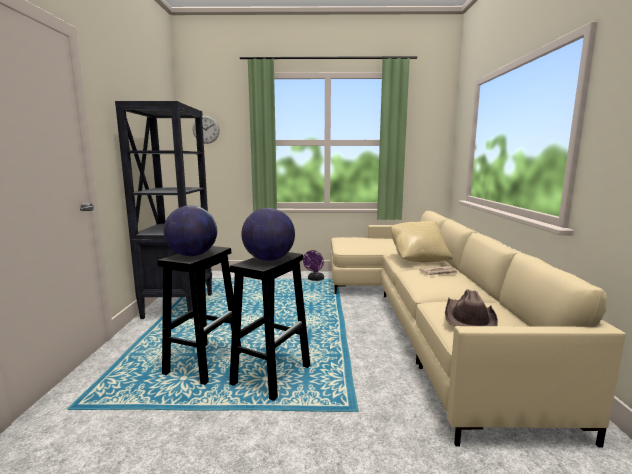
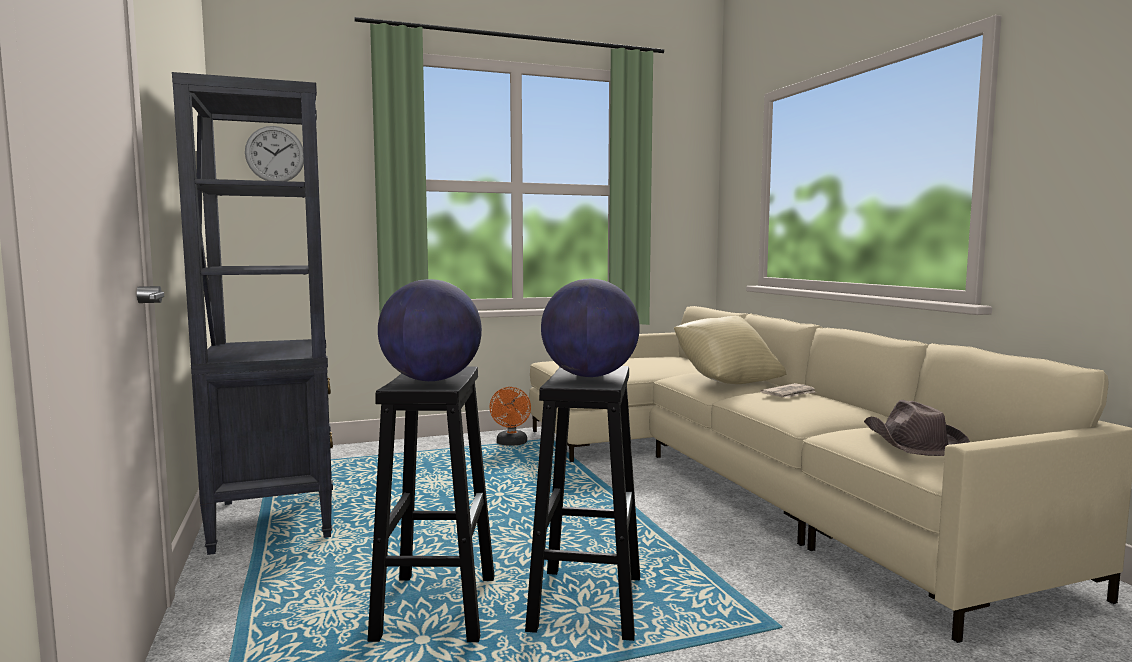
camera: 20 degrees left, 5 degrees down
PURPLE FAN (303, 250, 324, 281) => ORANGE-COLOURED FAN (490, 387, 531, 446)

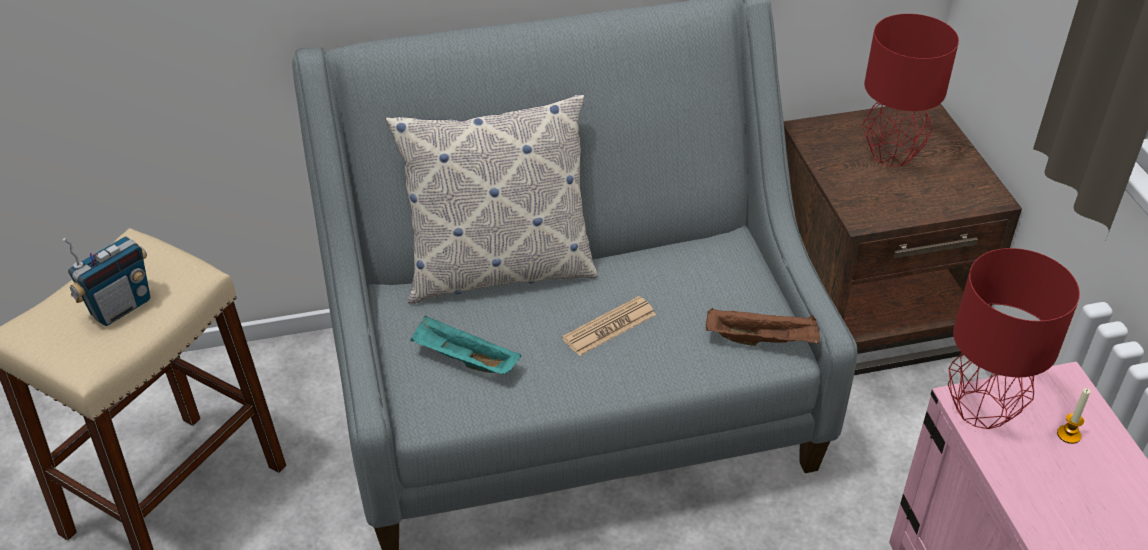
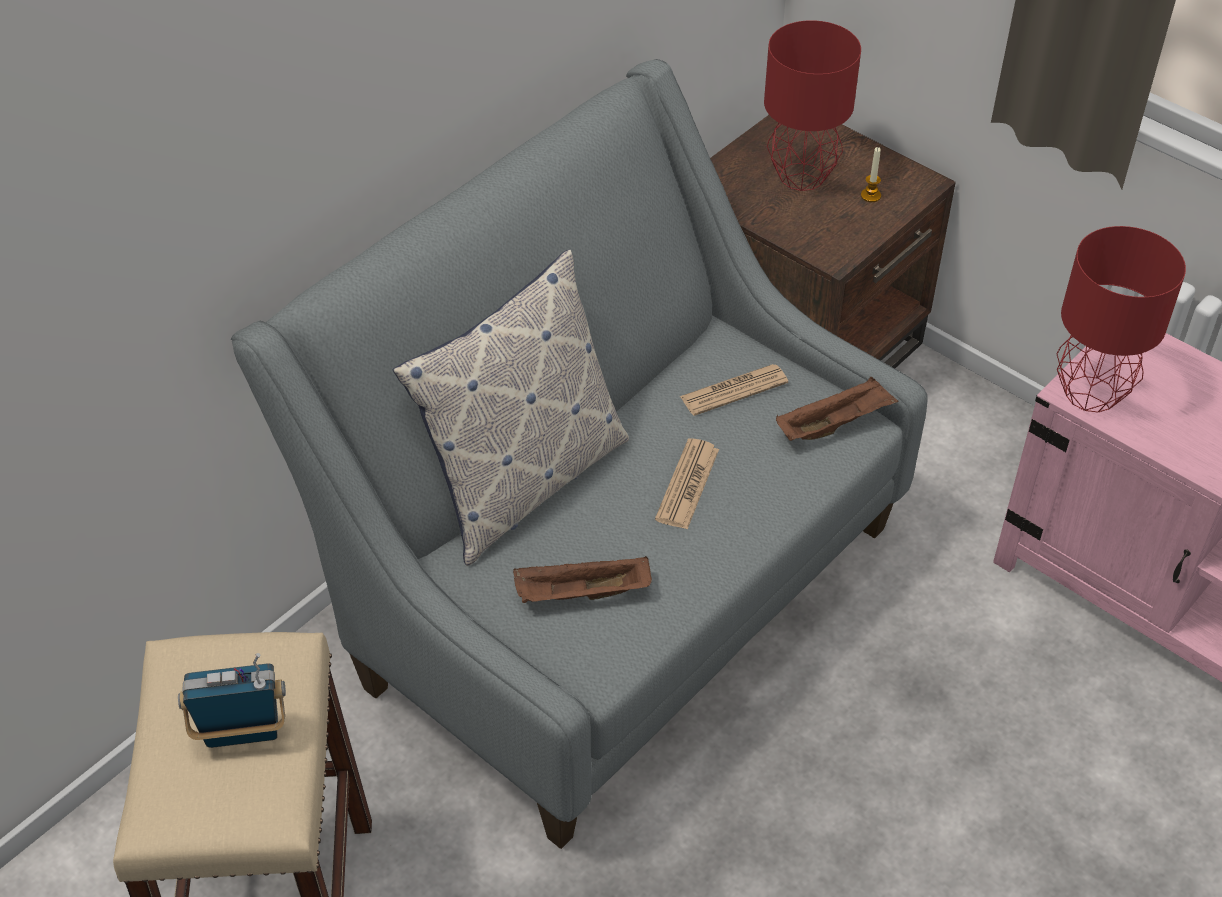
camera: 35 degrees left, 5 degrees up
RADIO SET (63, 236, 150, 326) => RADIO SET (178, 653, 286, 748), 105 degrees counterclockwise
TURQUOISE-COLOURED SERVING TRAY (410, 315, 521, 374) => BROWN-COLOURED SERVING TRAY (513, 556, 652, 603)
WAX LIGHT (1057, 388, 1090, 444) => WAX LIGHT (861, 147, 881, 202), shifted
nothing => NEWSPAPER (680, 364, 788, 416)

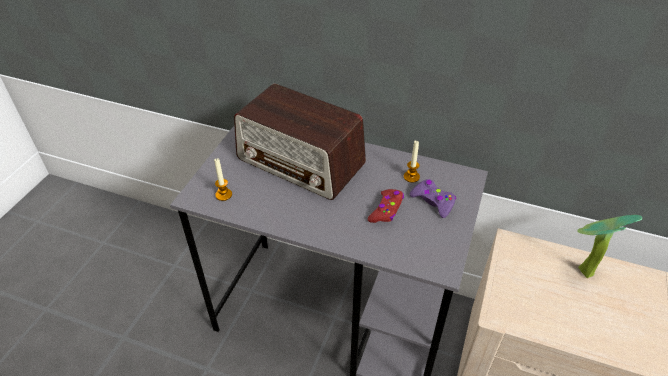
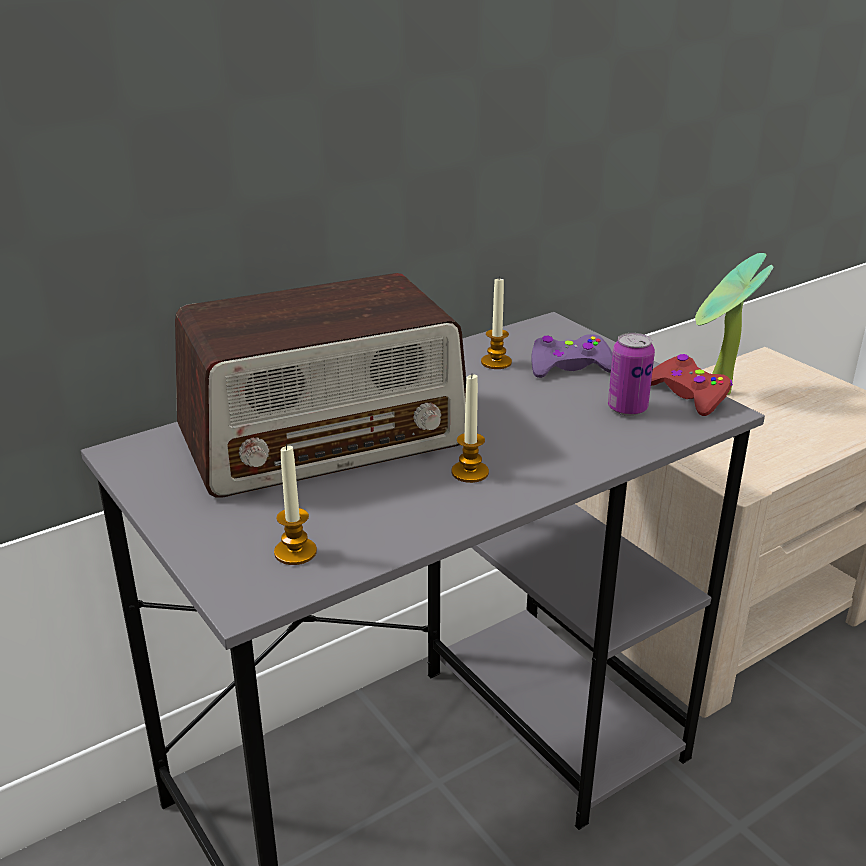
camera: 55 degrees left, 15 degrees down
RED GAME CONTROLLER (368, 189, 404, 223) => RED GAME CONTROLLER (651, 354, 733, 416), shifted
nothing => SEALED CAN (608, 333, 655, 416)
nothing => WAX LIGHT (451, 375, 489, 483)

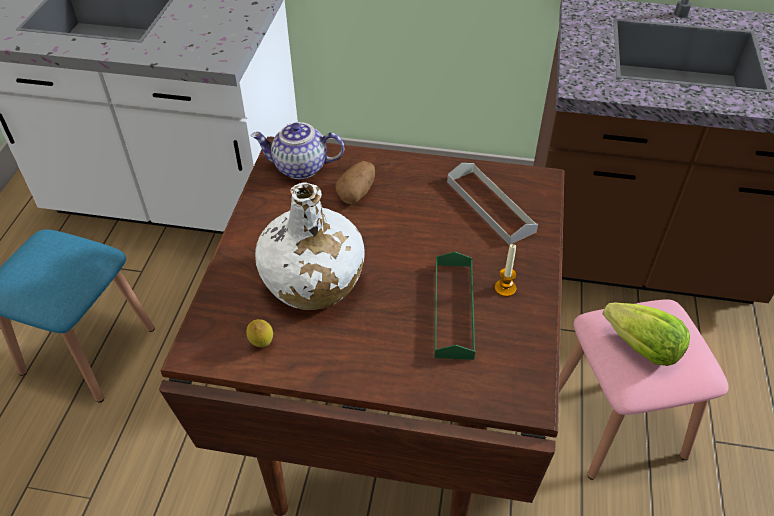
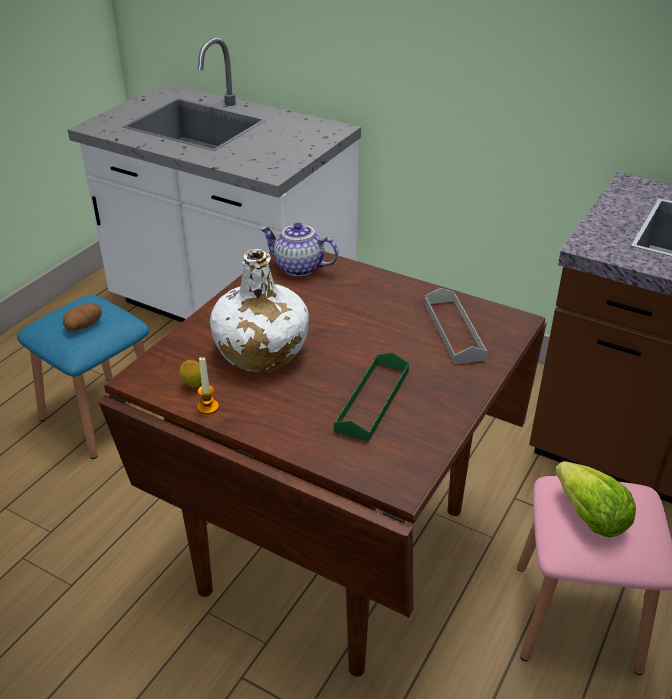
camera: 20 degrees right, 10 degrees down
POTATO (335, 161, 375, 204) => POTATO (63, 303, 102, 331), shifted
WAX LIGHT (495, 244, 516, 297) => WAX LIGHT (197, 357, 219, 414), shifted

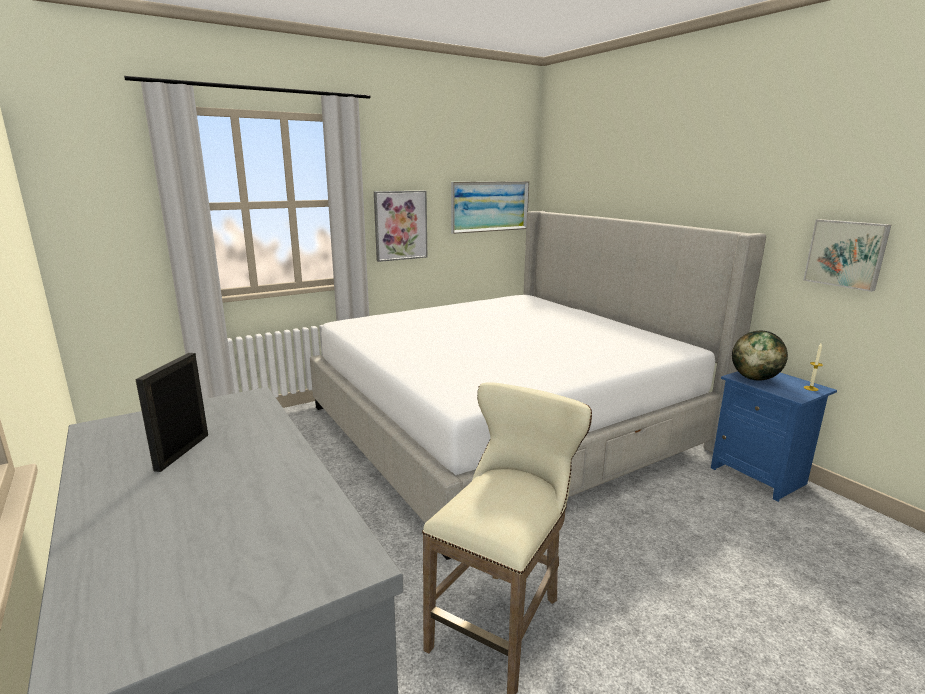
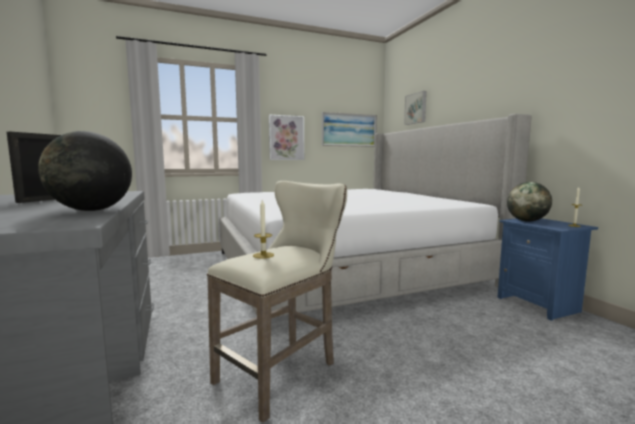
camera: 10 degrees right, 10 degrees down
WALL PICTURE (803, 219, 891, 292) => WALL PICTURE (404, 91, 427, 125), shifted
nothing => GLOBE (38, 131, 132, 211)
nothing => WAX LIGHT (253, 200, 274, 259)

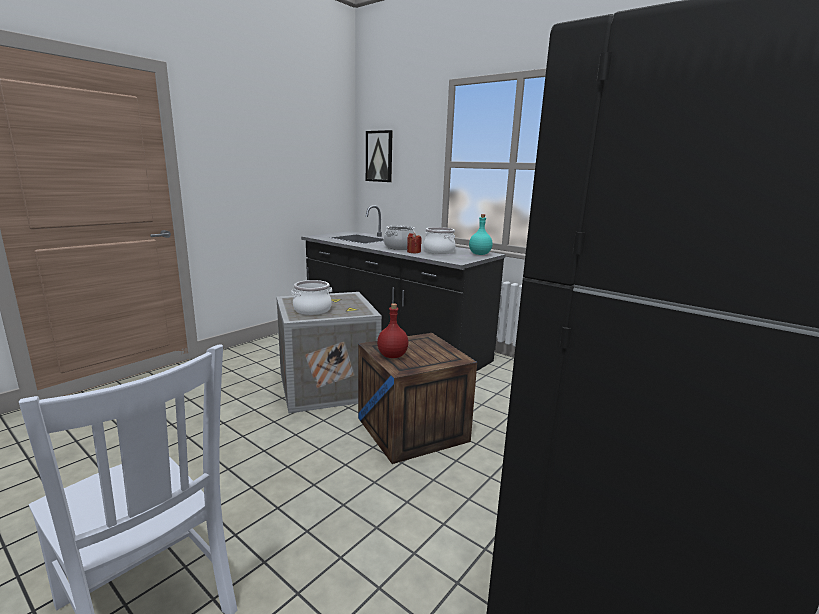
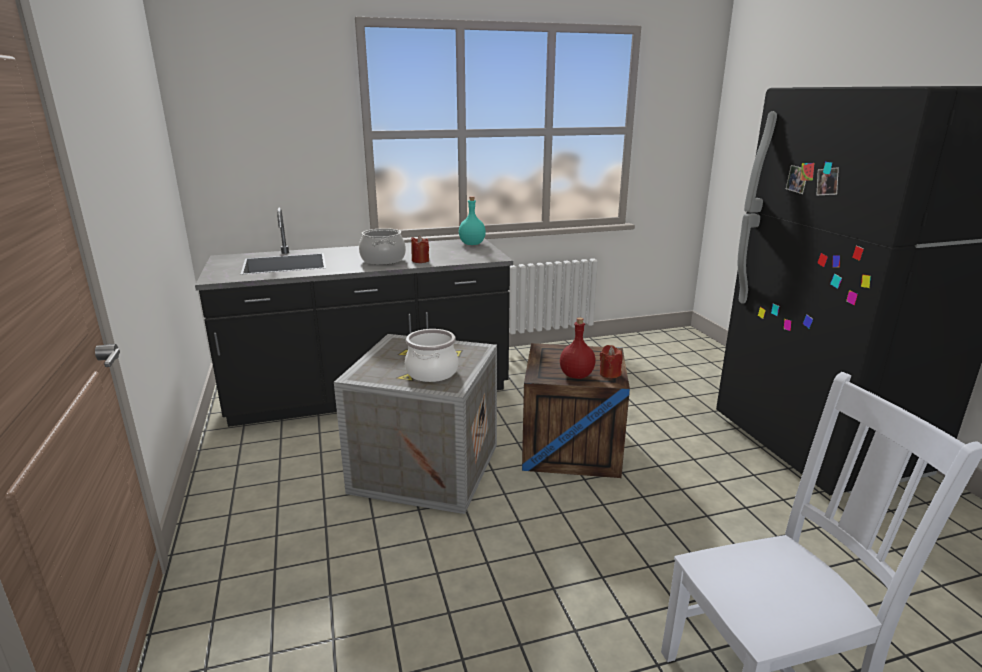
camera: 55 degrees left, 5 degrees up
WALL PICTURE (366, 130, 393, 182) => nothing
SAUCEPOT (424, 227, 455, 254) => nothing
nothing => RED WAX LIGHT (600, 345, 622, 378)

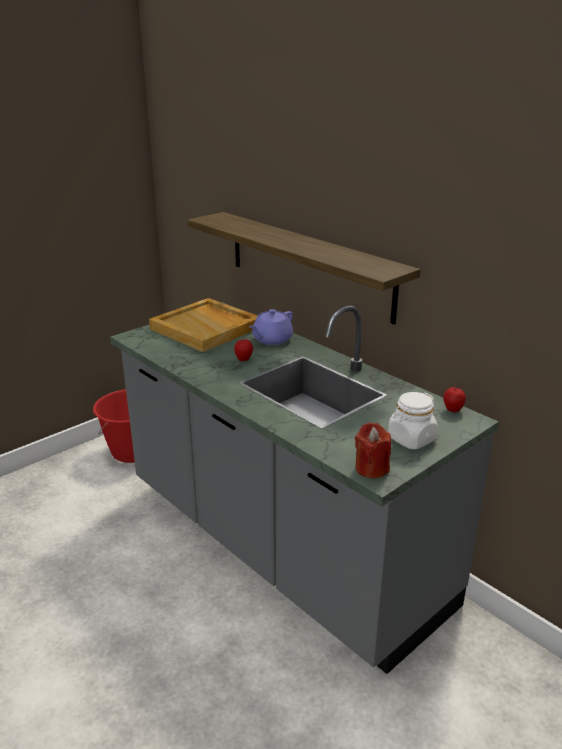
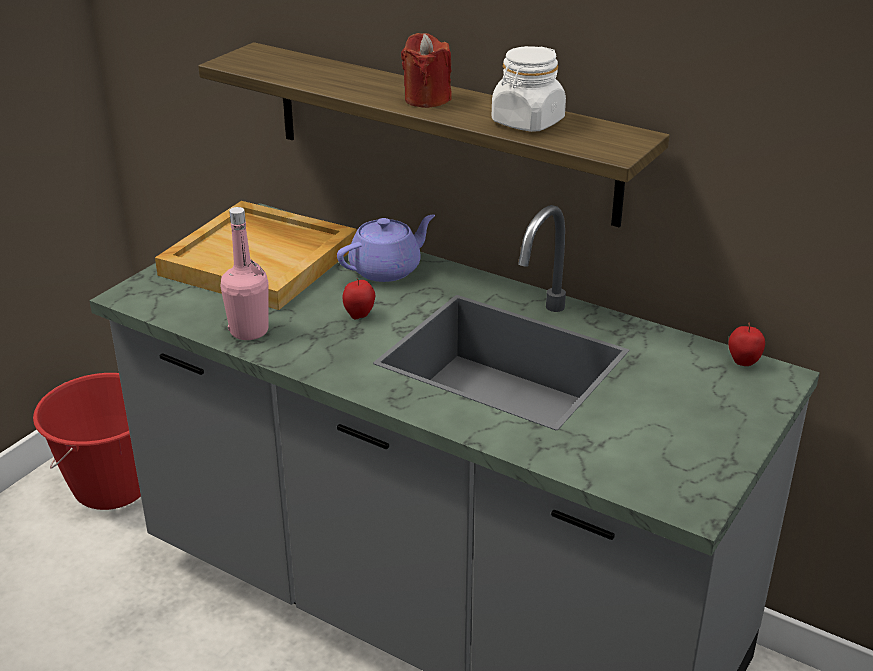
camera: 15 degrees left, 5 degrees up
PURPLE TEAPOT (249, 309, 293, 345) => PURPLE TEAPOT (337, 215, 435, 282), 150 degrees counterclockwise
WHITISH JAR (388, 392, 438, 450) => WHITISH JAR (492, 46, 566, 132), shifted
RED WAX LIGHT (355, 423, 391, 478) => RED WAX LIGHT (401, 33, 452, 108), shifted
nothing => PINK-COLOURED BEVERAGE BOTTLE (220, 207, 269, 340)

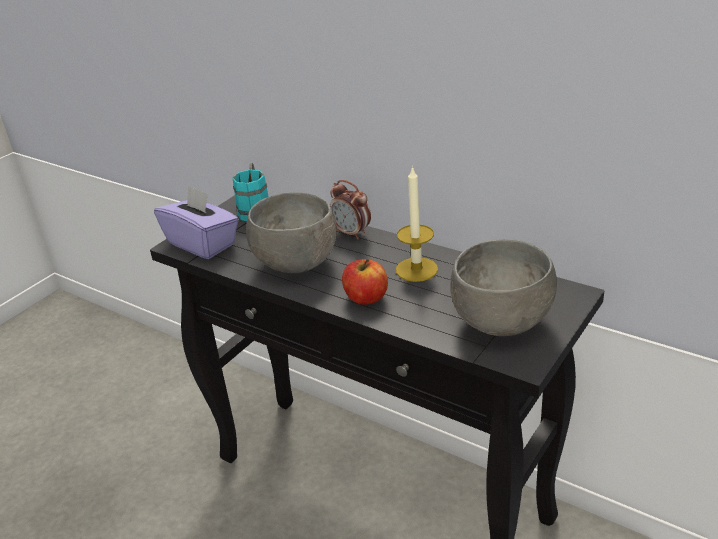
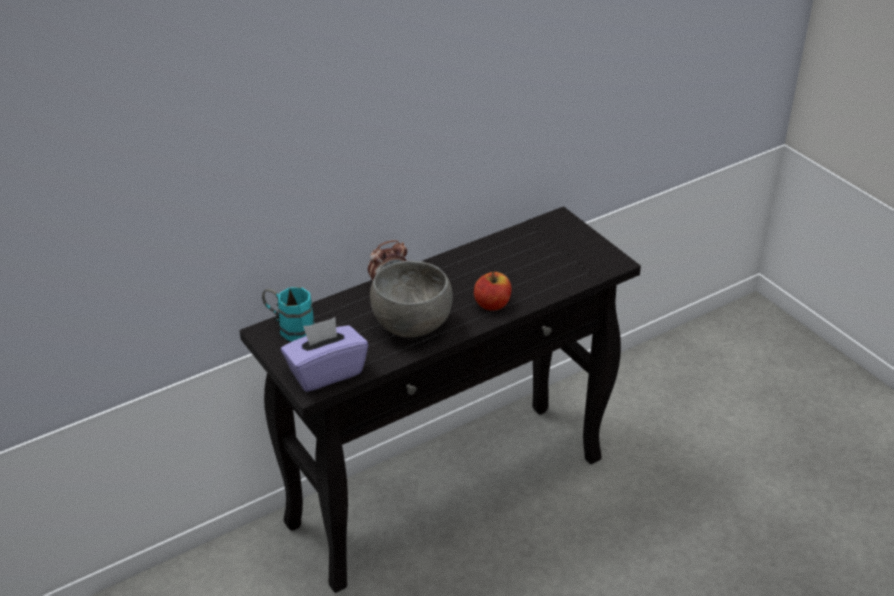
camera: 70 degrees left, 5 degrees up
WAX LIGHT (396, 166, 438, 282) => nothing
GRAY DEEP DISH (450, 239, 557, 336) => nothing

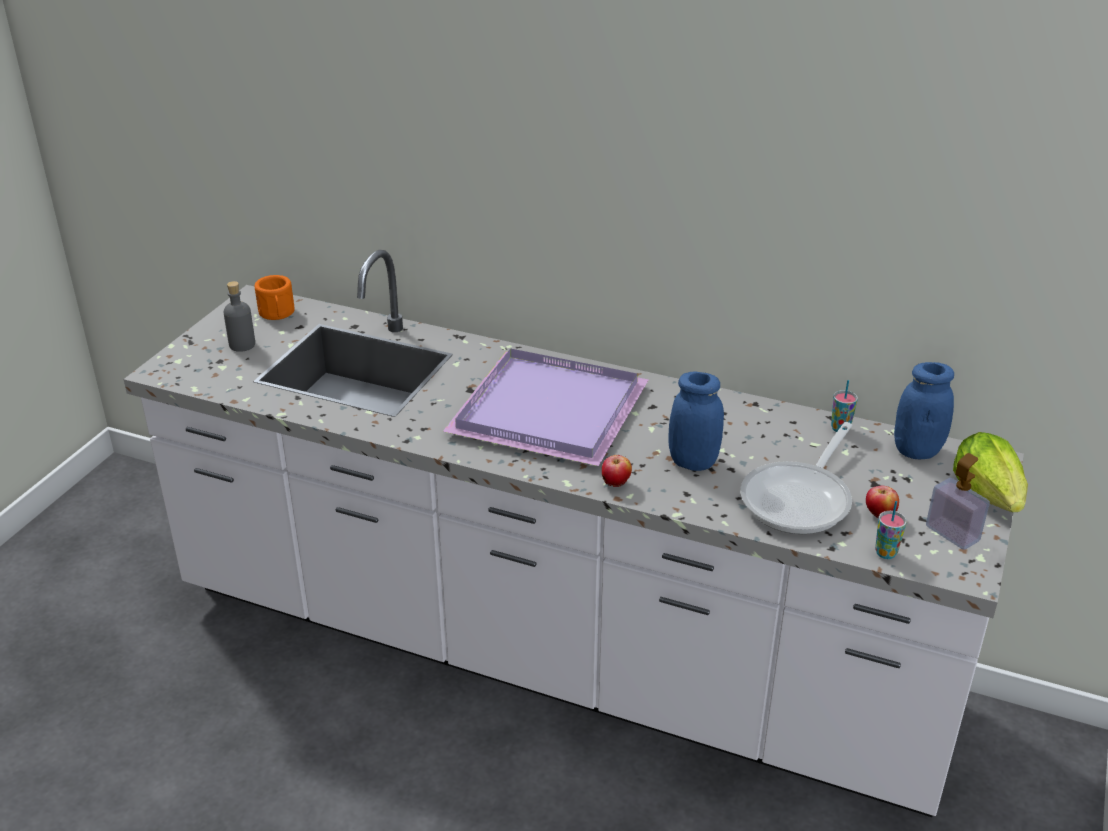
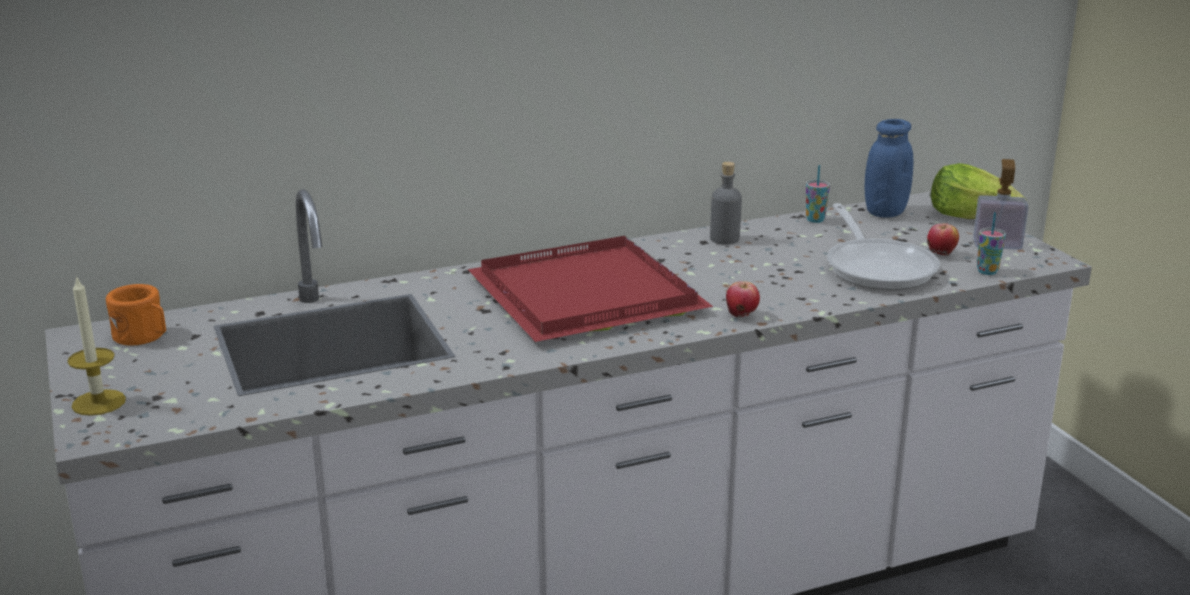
camera: 45 degrees left, 10 degrees down
GRAY BEVERAGE BOTTLE (224, 281, 255, 352) => GRAY BEVERAGE BOTTLE (710, 162, 742, 245), shifted
PURPLE SERVING TRAY (443, 349, 649, 466) => RED SERVING TRAY (468, 236, 713, 342)
BLUISH JAR (668, 372, 724, 471) => nothing
nothing => WAX LIGHT (67, 275, 126, 416)

